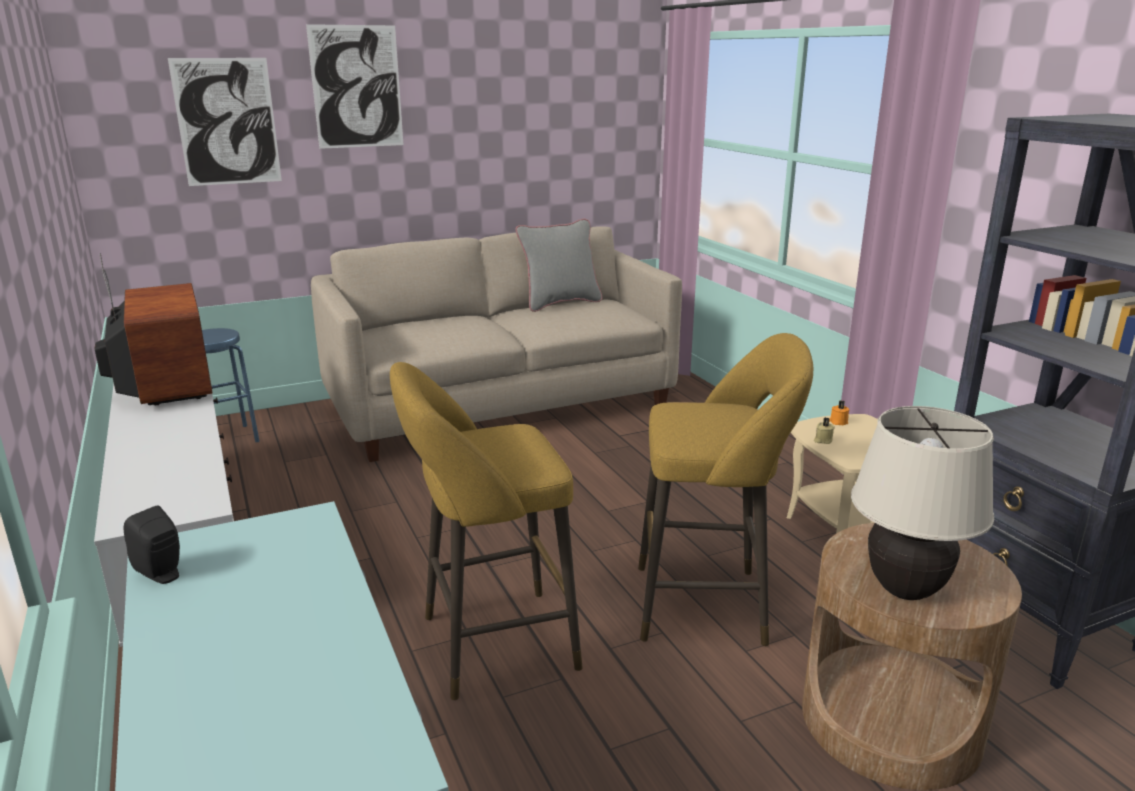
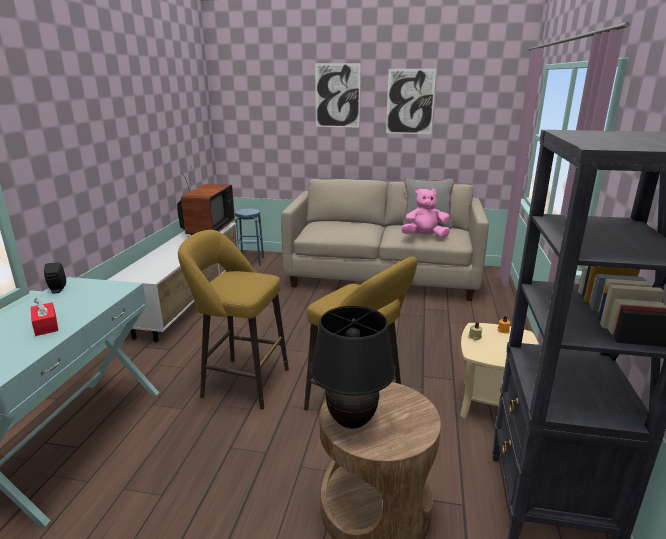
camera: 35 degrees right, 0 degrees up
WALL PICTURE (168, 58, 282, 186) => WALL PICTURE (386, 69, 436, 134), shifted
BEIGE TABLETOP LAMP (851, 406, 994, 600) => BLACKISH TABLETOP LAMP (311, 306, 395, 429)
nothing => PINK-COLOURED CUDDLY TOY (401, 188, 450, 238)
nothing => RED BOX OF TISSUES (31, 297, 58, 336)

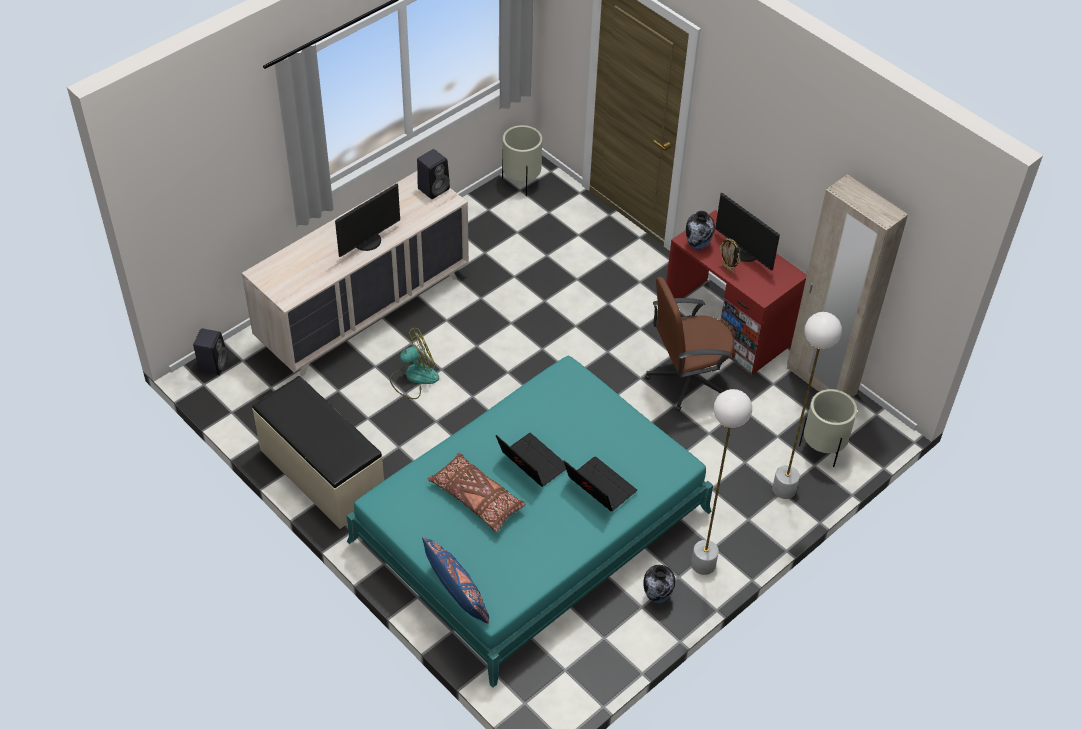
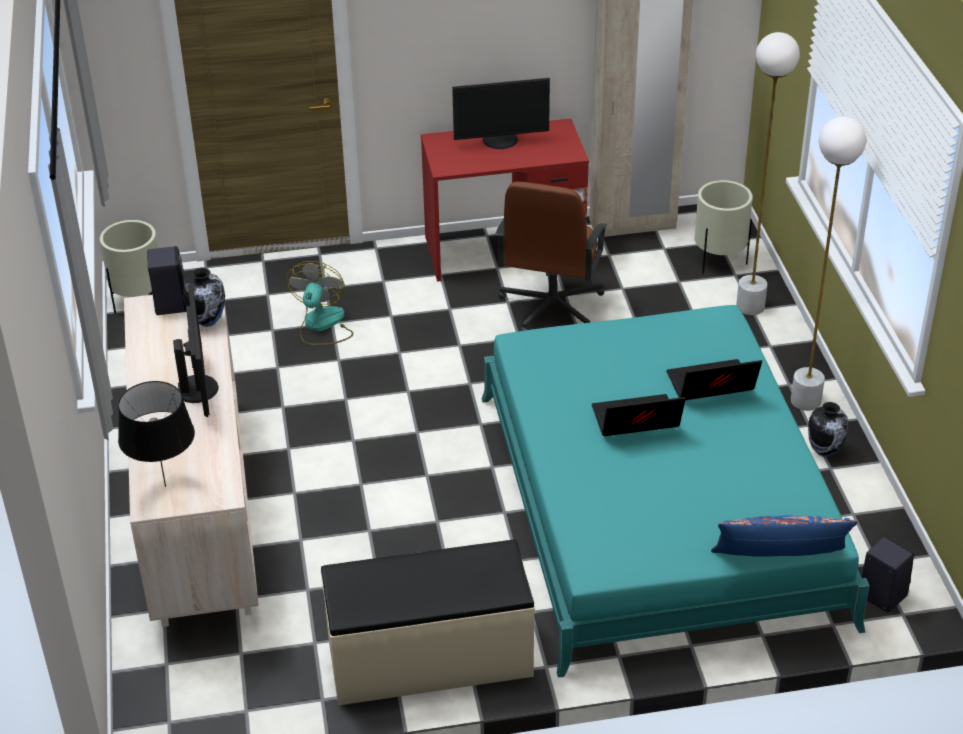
camera: 55 degrees left, 10 degrees down
DECORATIVE VASE (686, 211, 715, 250) => DECORATIVE VASE (183, 268, 225, 327), shifted
PICTURE FRAME (720, 238, 740, 274) => nothing
BLACKISH SPEAKER (193, 328, 228, 375) => BLACKISH SPEAKER (861, 536, 914, 613), shifted
FAN (390, 328, 439, 399) => FAN (286, 261, 353, 345), shifted
BROWN-COLOURED PILLOW (428, 453, 525, 532) => nothing
nothing => BLACKISH TABLETOP LAMP (118, 381, 195, 487)

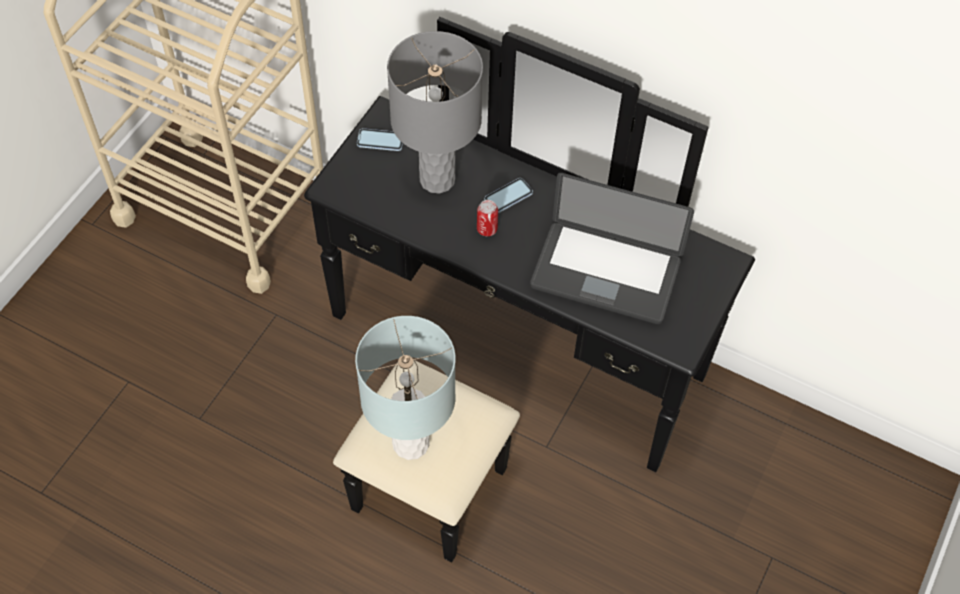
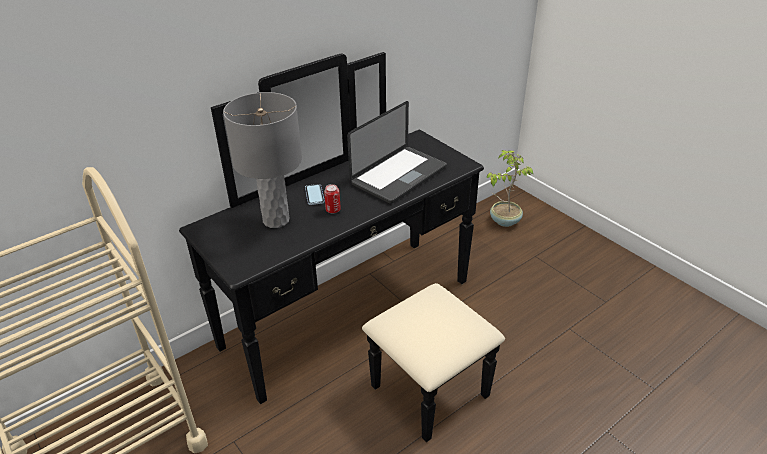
camera: 65 degrees left, 20 degrees down
HANDSET (357, 128, 403, 151) => nothing
GRAY TABLETOP LAMP (355, 316, 455, 460) => nothing
nothing => POTTED PLANT (486, 150, 534, 227)

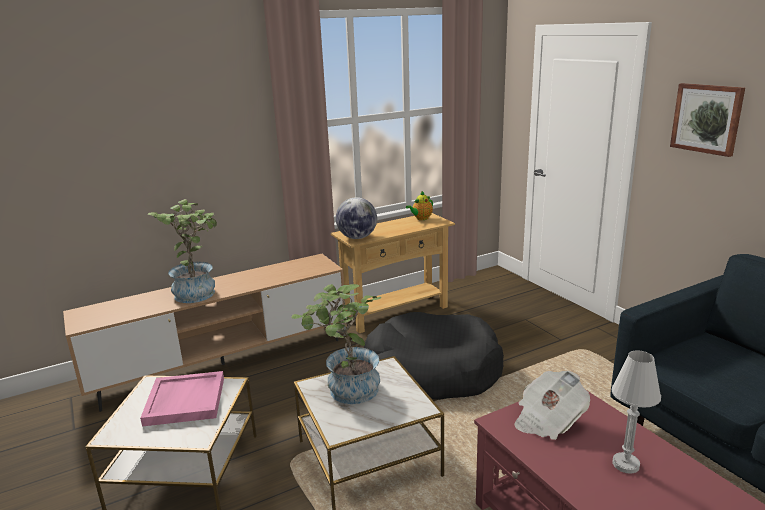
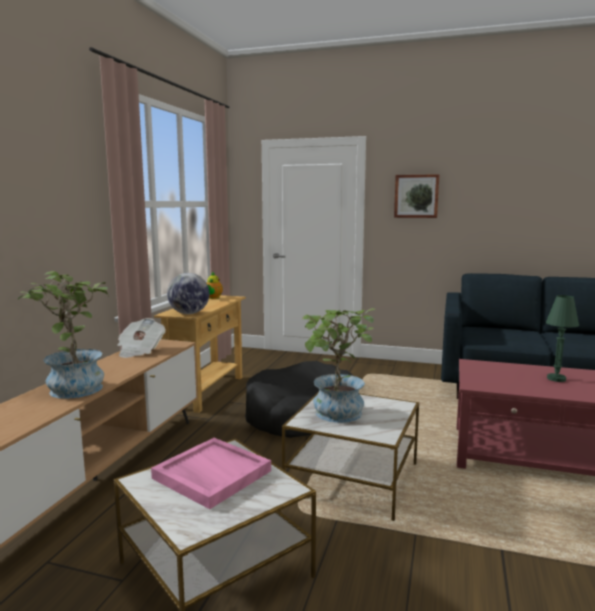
camera: 45 degrees left, 10 degrees down
WHITISH TABLETOP LAMP (612, 350, 661, 474) => GREENISH TABLETOP LAMP (546, 295, 579, 382)
NEWSPAPER (514, 371, 590, 440) => NEWSPAPER (117, 318, 166, 358), shifted

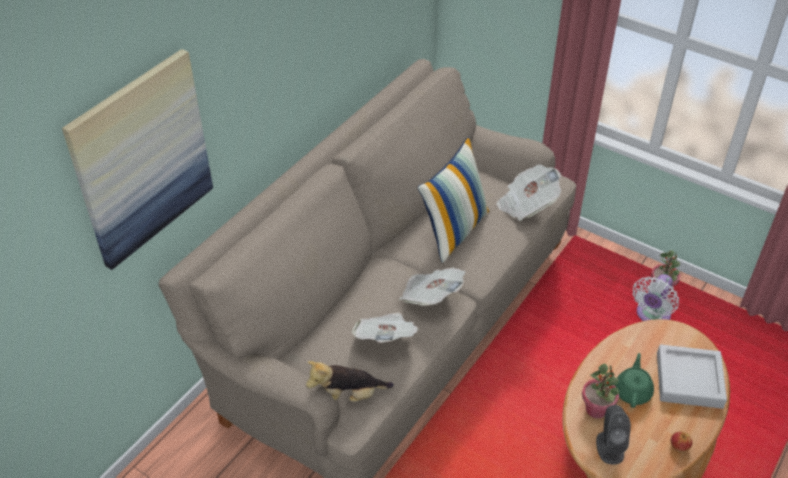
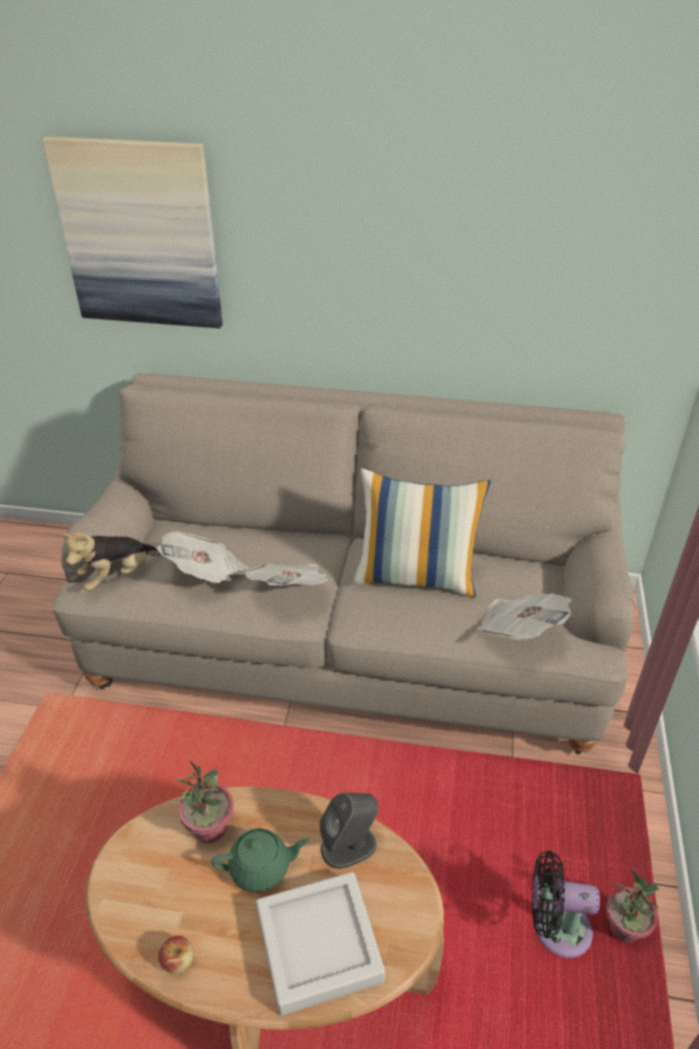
camera: 65 degrees right, 5 degrees down
WHITISH FAN (633, 274, 679, 321) => BLACKISH FAN (532, 851, 600, 958)
CUDDLY TOY (306, 361, 394, 402) => CUDDLY TOY (61, 533, 161, 591), 90 degrees counterclockwise
GRAY SPEAKER (596, 405, 631, 465) => GRAY SPEAKER (320, 792, 378, 869), shifted

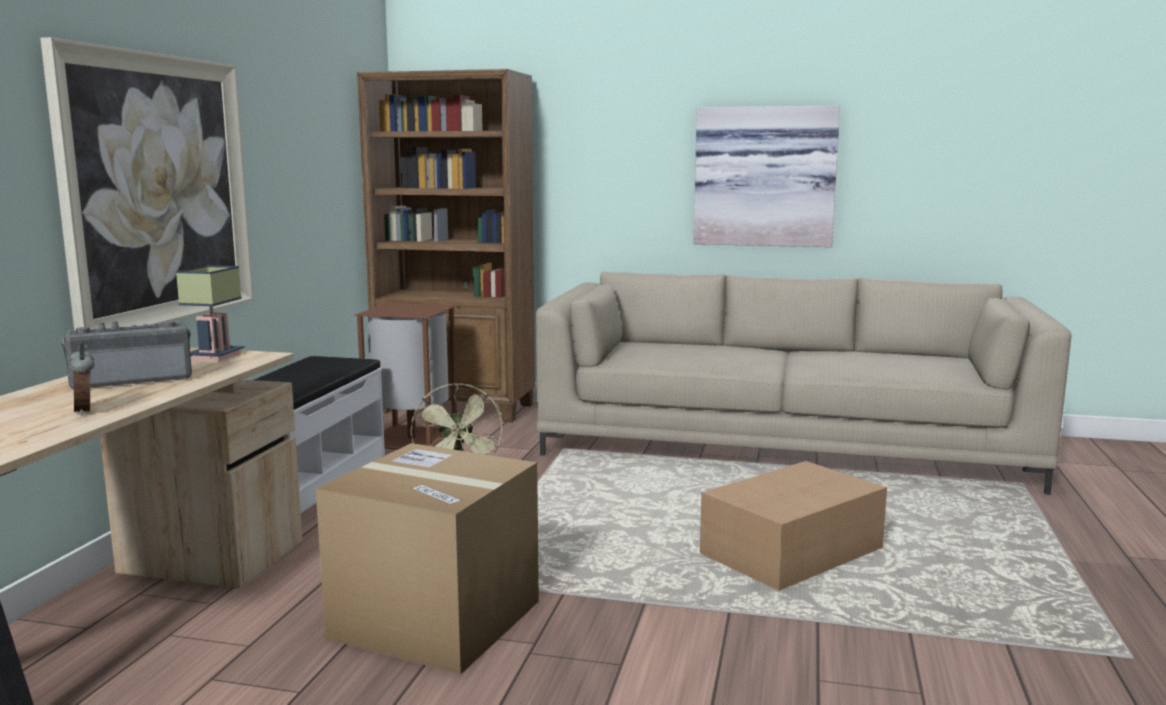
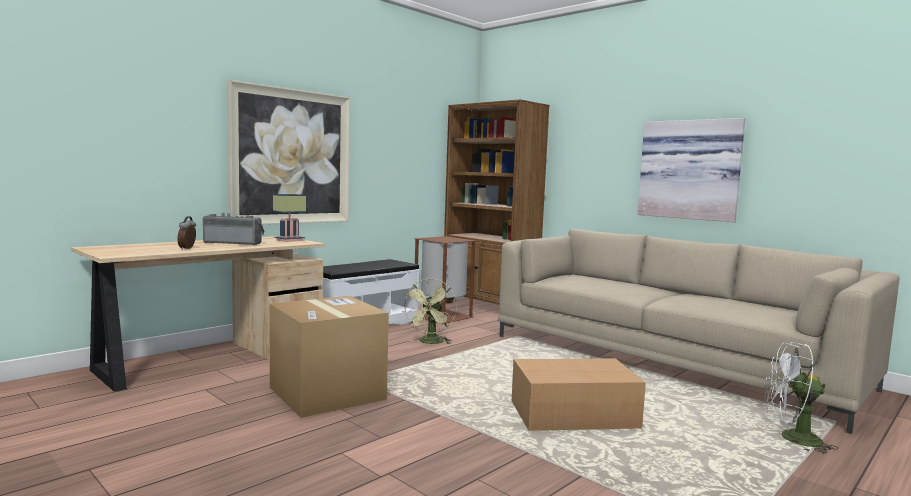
camera: 30 degrees right, 5 degrees down
nothing => WHITISH FAN (764, 342, 838, 454)

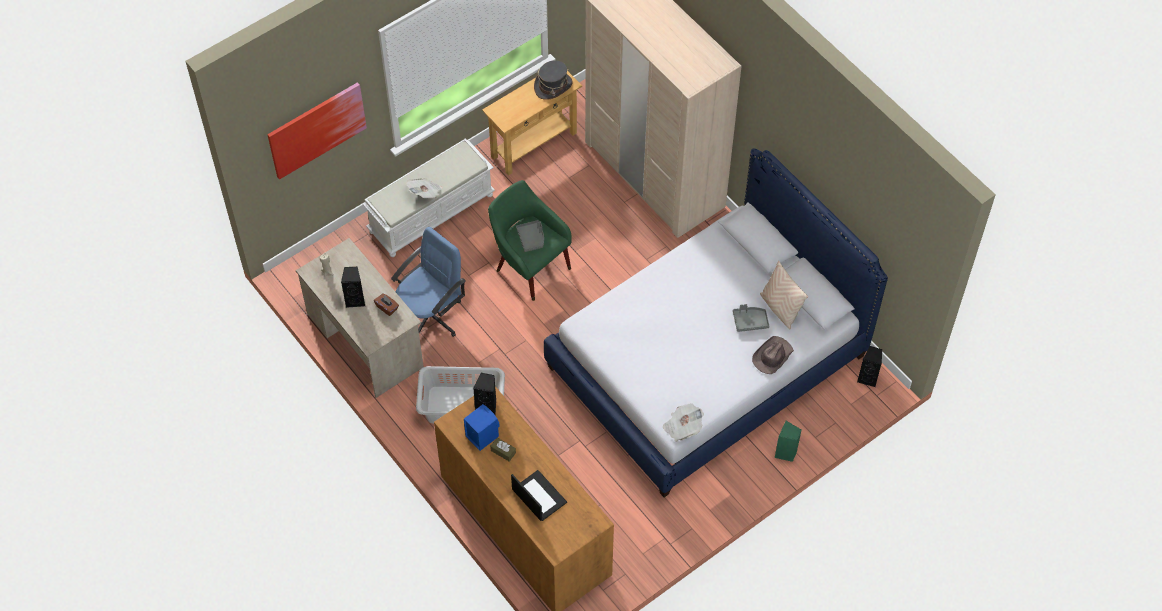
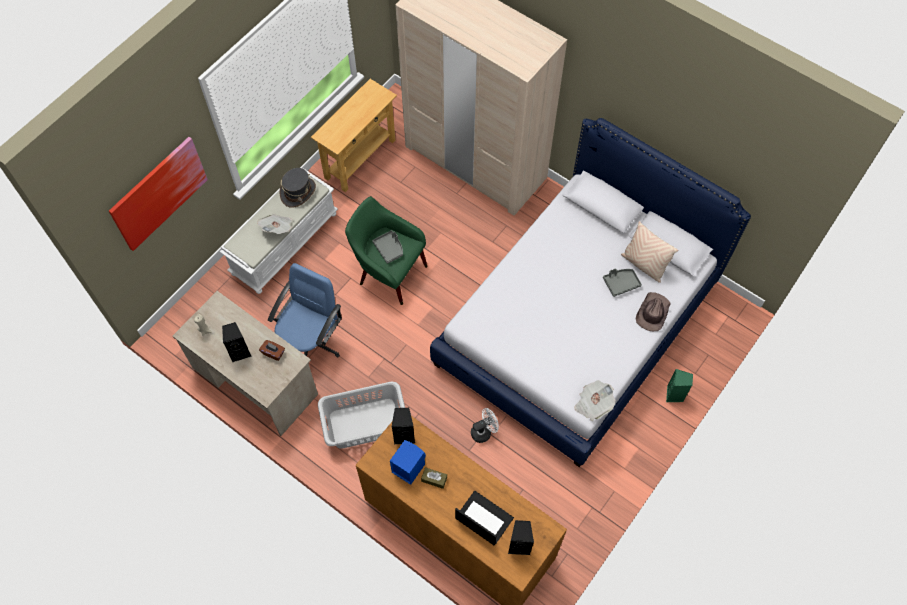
camera: 15 degrees left, 5 degrees up
GRAY WEARABLE HAT (534, 60, 572, 100) => GRAY WEARABLE HAT (280, 168, 316, 208), shifted
BLACKISH SPEAKER (857, 346, 882, 387) => BLACKISH SPEAKER (508, 520, 534, 555), shifted
nothing => WHITISH FAN (471, 408, 499, 443)

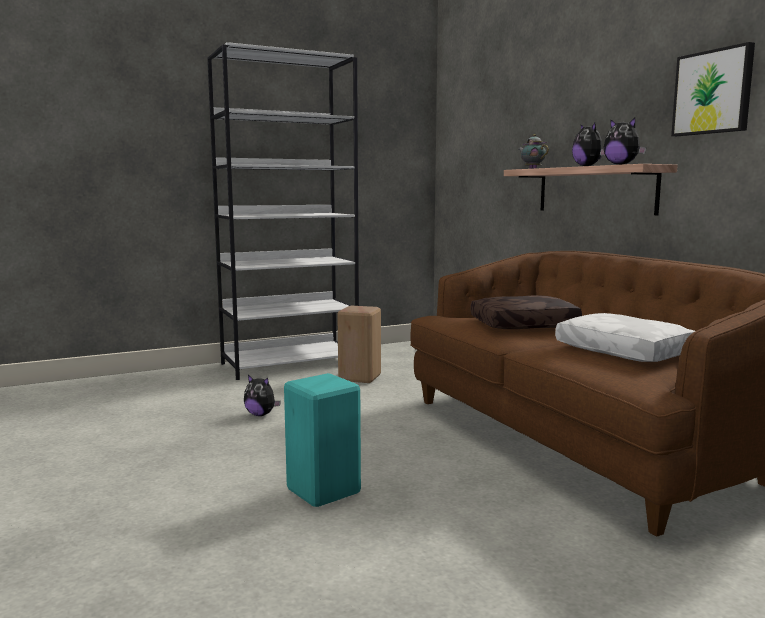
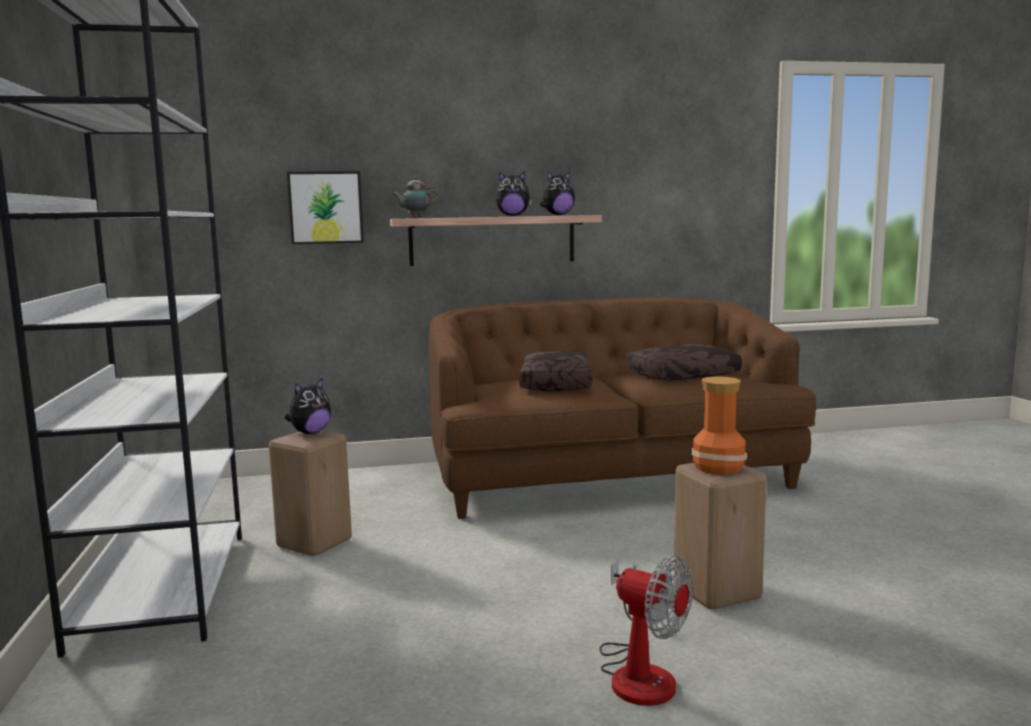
camera: 75 degrees left, 0 degrees up
WALL PICTURE (671, 42, 755, 136) => WALL PICTURE (287, 171, 364, 244), shifted
WHITISH PILLOW (555, 313, 695, 362) => BROWN-COLOURED PILLOW (626, 344, 742, 380)
TURQUOISE-COLOURED SITTING STOOL (284, 373, 361, 507) => BEIGE SITTING STOOL (674, 463, 767, 610)
CUDDLY TOY (244, 375, 281, 416) => CUDDLY TOY (285, 378, 331, 434), shifted
nothing => DECORATIVE VASE (692, 376, 747, 475)
nothing => FAN (600, 555, 693, 706)

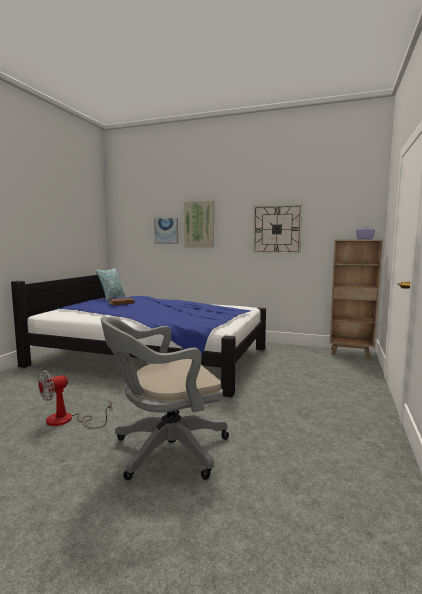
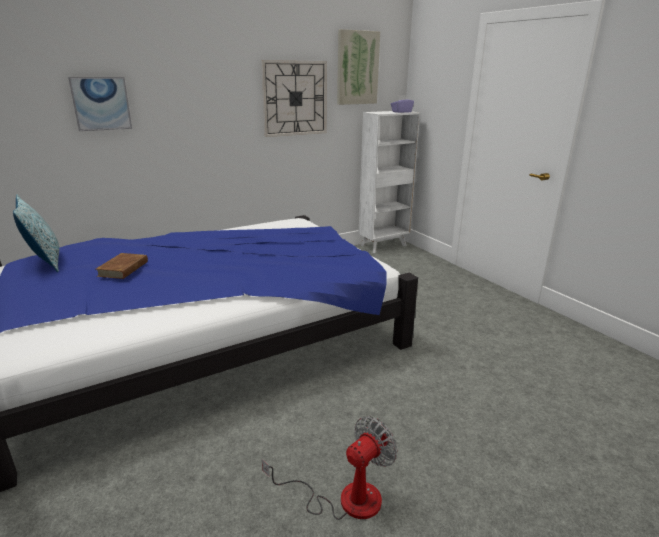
camera: 50 degrees left, 15 degrees up
WALL PICTURE (184, 200, 214, 247) => WALL PICTURE (337, 29, 380, 105), shifted
BROWN-COLOURED BOOKSHELF (329, 239, 383, 359) => WHITISH BOOKSHELF (359, 111, 420, 253)
GRAY COMPUTER CHAIR (100, 317, 229, 480) => nothing
FAN (38, 370, 112, 428) => FAN (262, 416, 397, 520), 135 degrees counterclockwise

